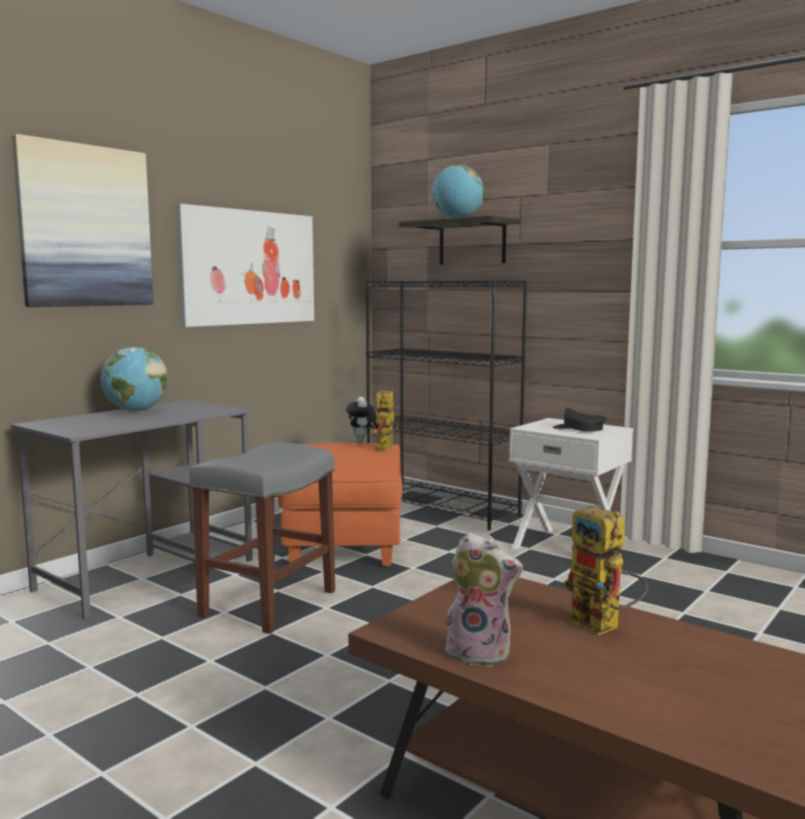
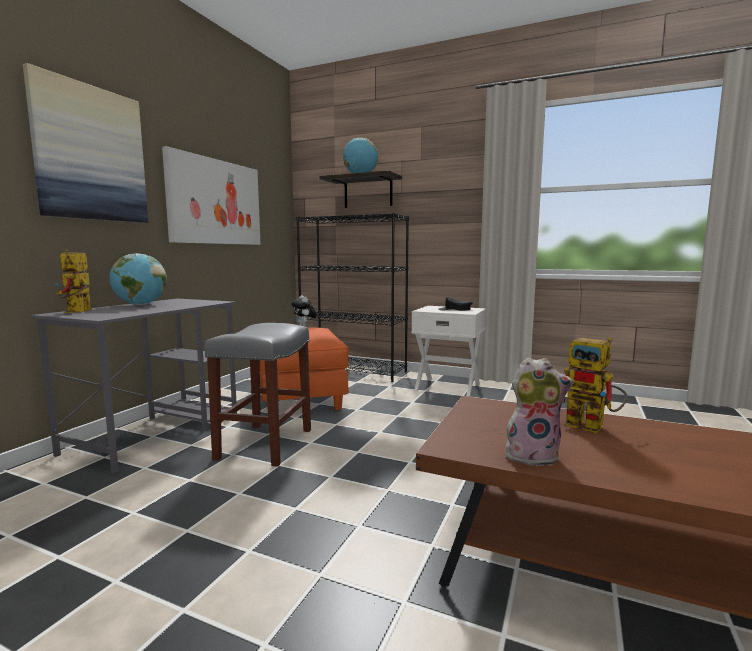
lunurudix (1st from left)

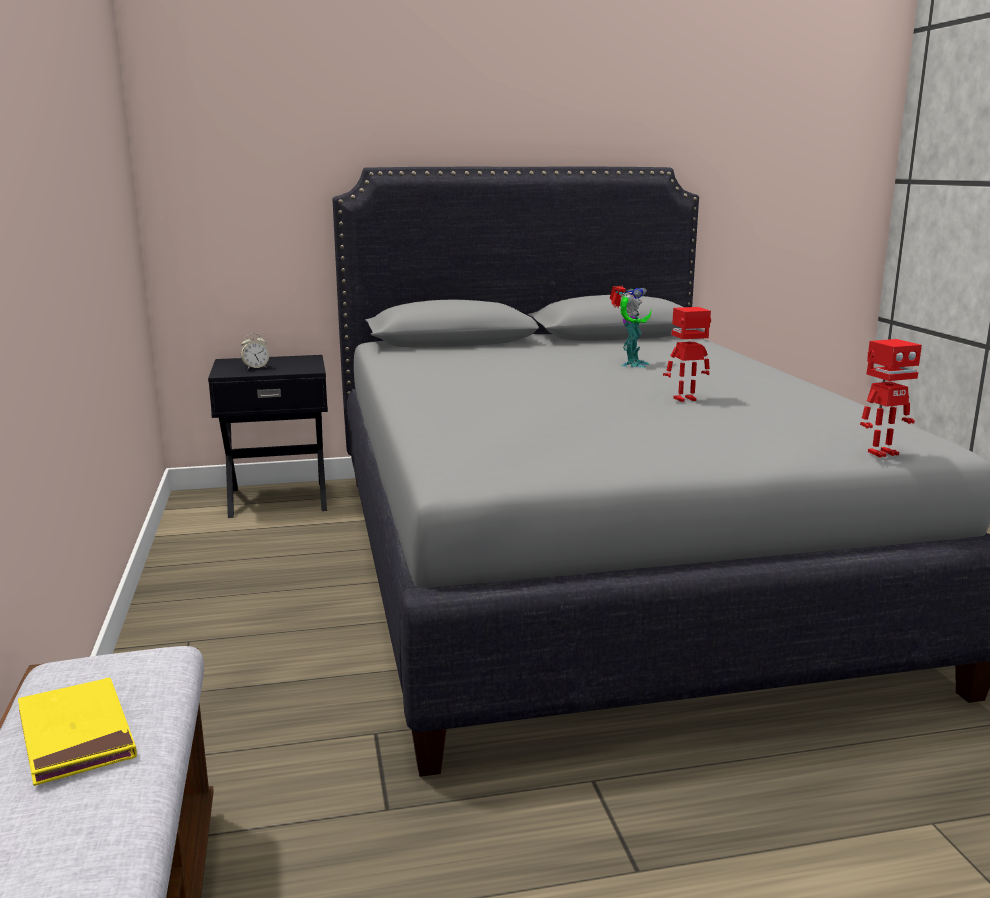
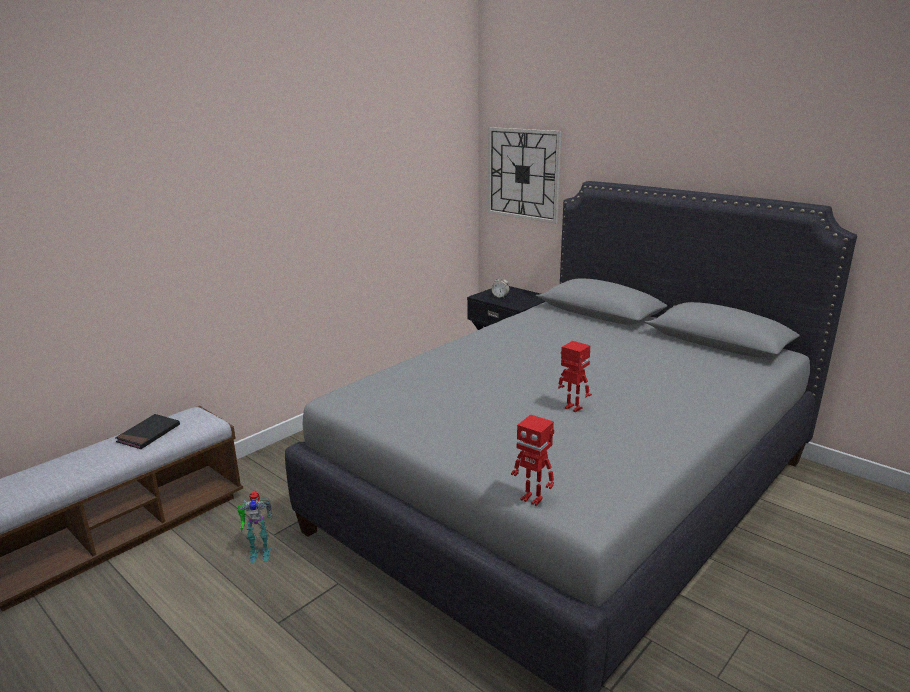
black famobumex; lunurudix (1st from left); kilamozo

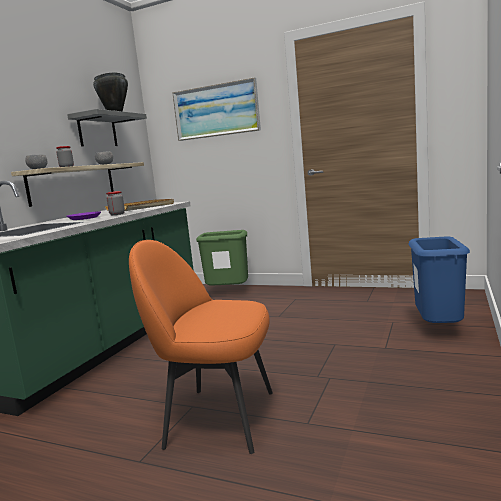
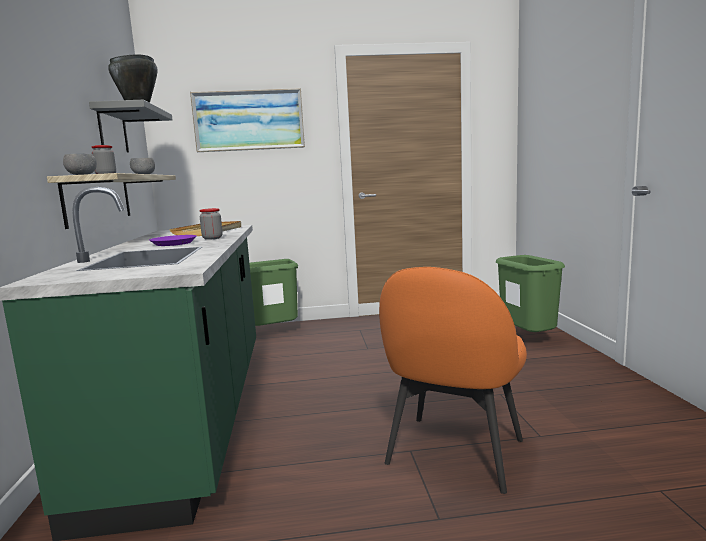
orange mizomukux; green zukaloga (2nd from left)

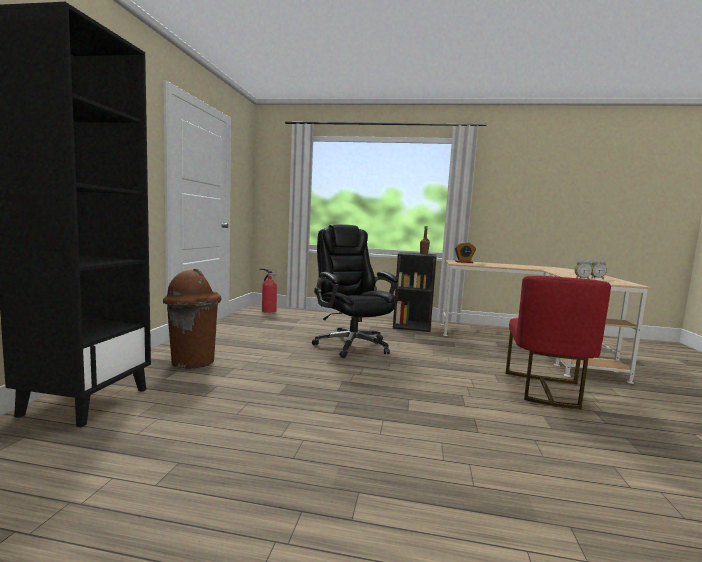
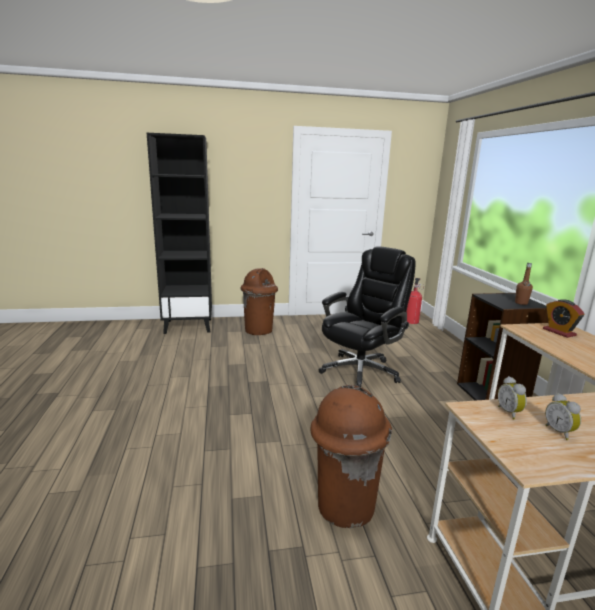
brown zukaloga (2nd from left)

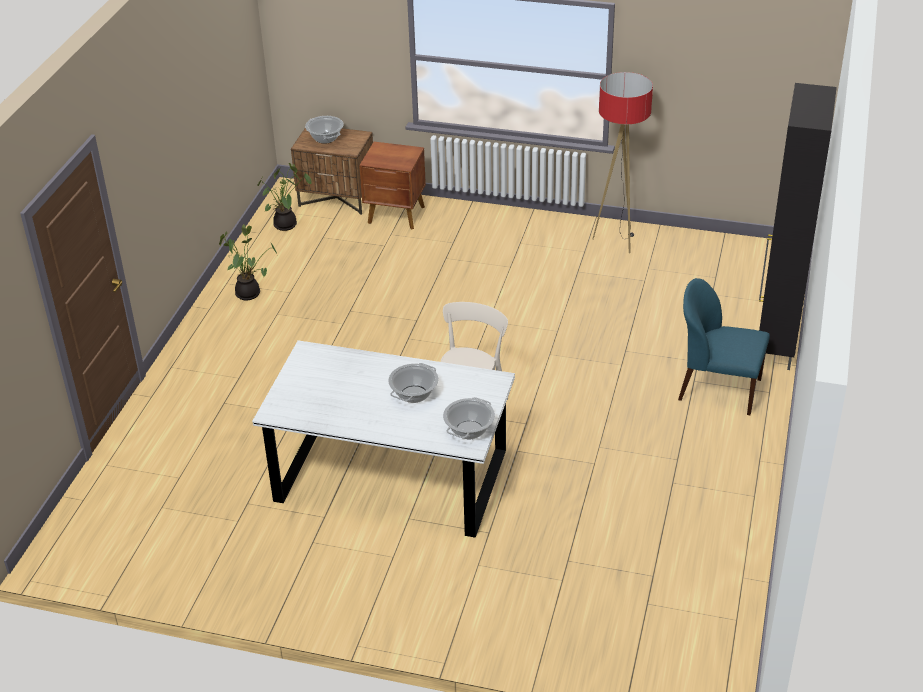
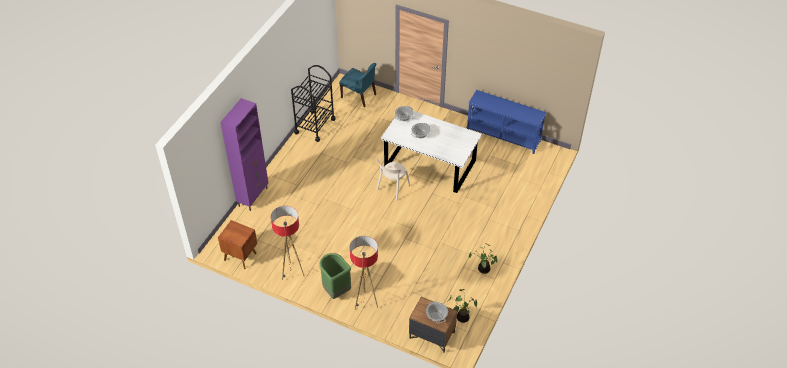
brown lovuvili (1st from left); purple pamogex; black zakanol; green zukaloga; blue mizomukux; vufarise (2nd from left); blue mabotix

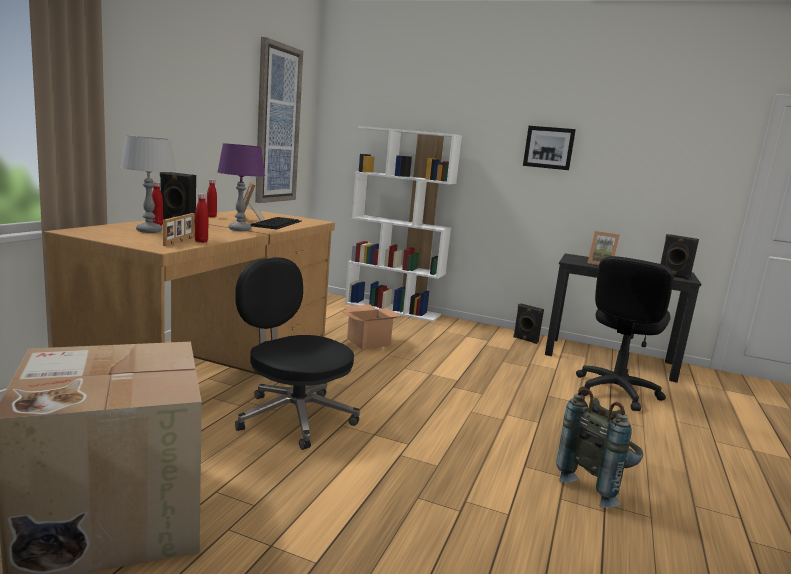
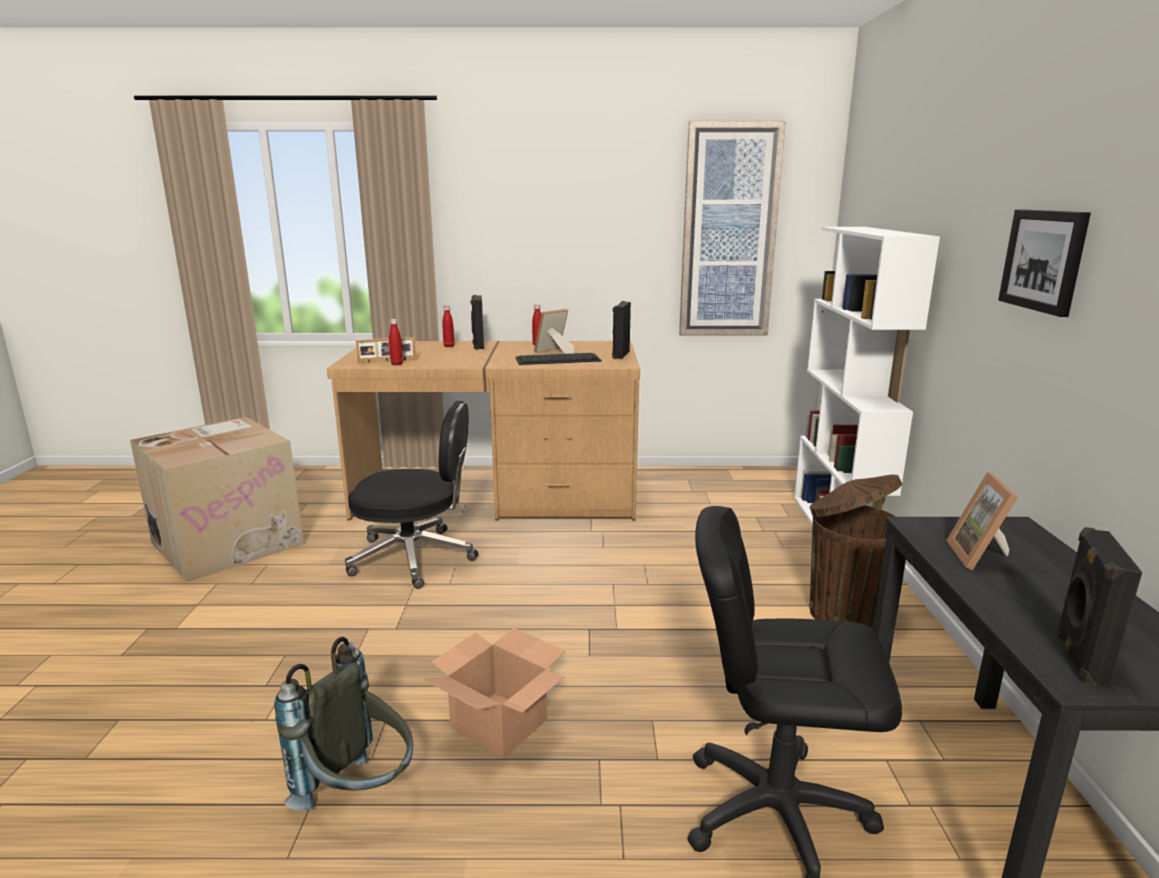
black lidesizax (1st from left); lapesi (2nd from left); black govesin (2nd from left); brown zukaloga; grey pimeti; purple pimeti

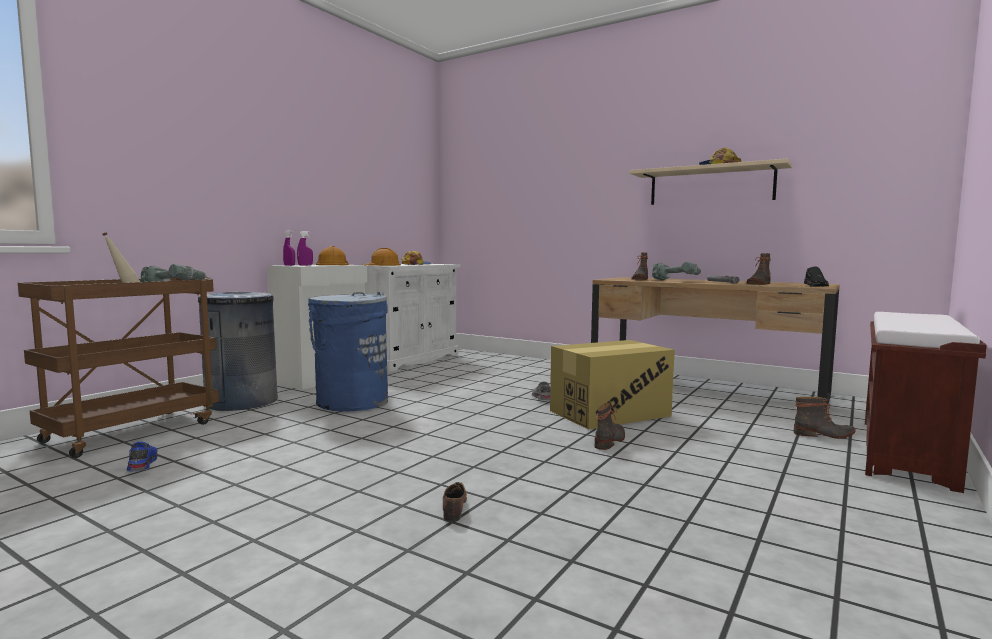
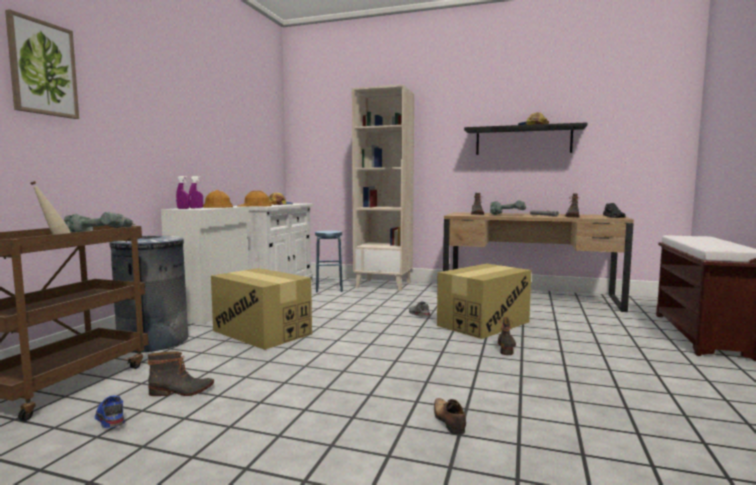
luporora; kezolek (1st from left); lapesi (1st from left); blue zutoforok; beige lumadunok; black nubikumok

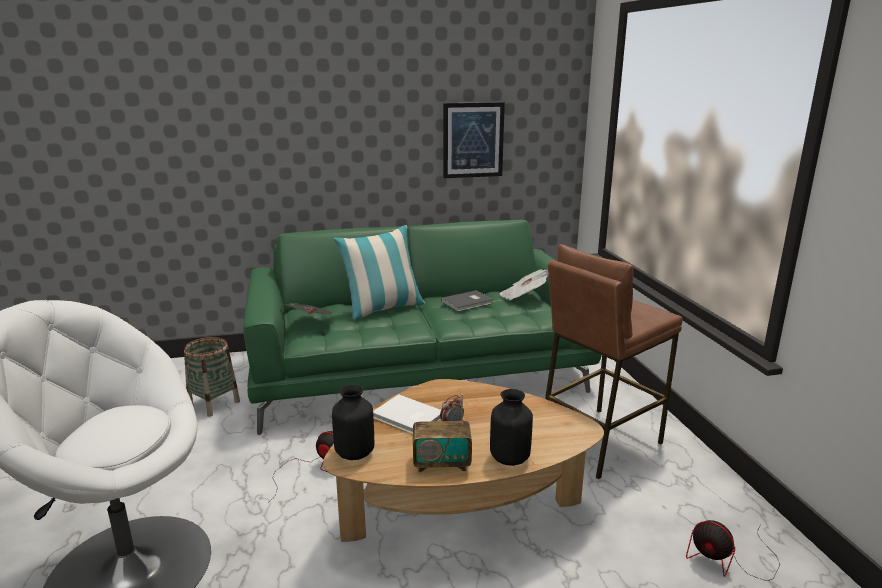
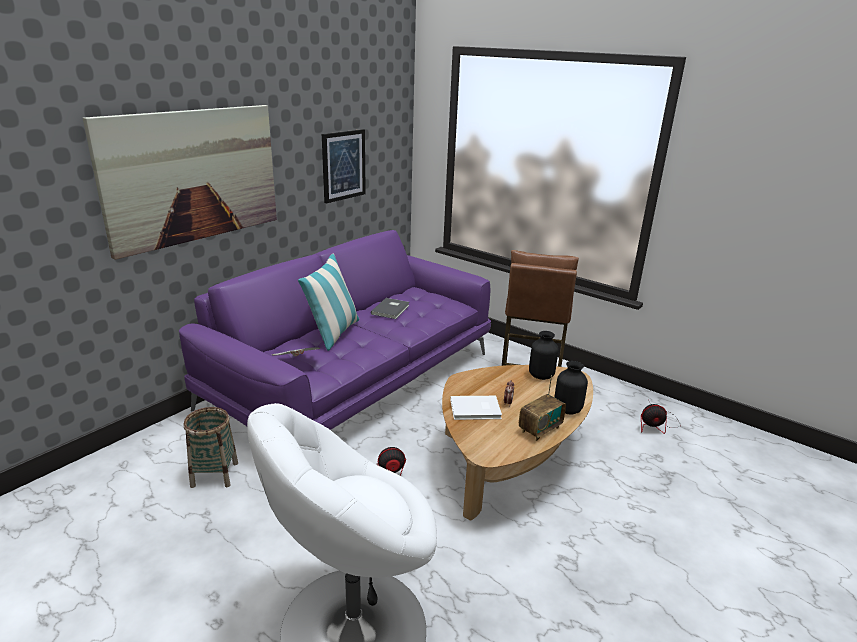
luporora (1st from left); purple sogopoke; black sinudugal (1st from left); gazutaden (2nd from left in the first image)

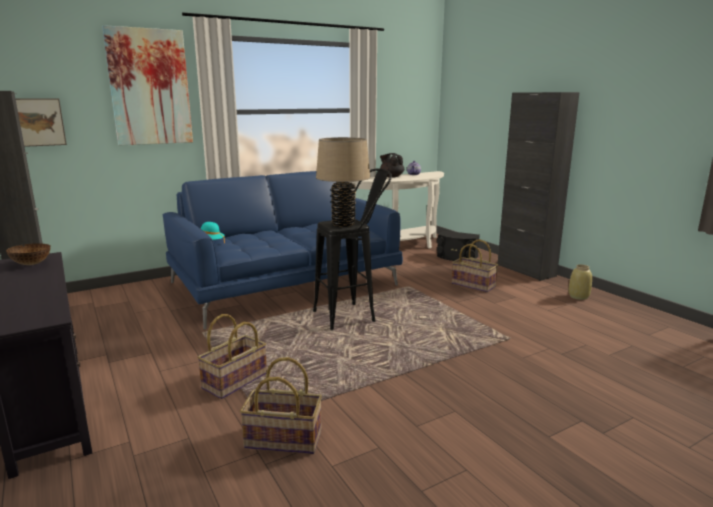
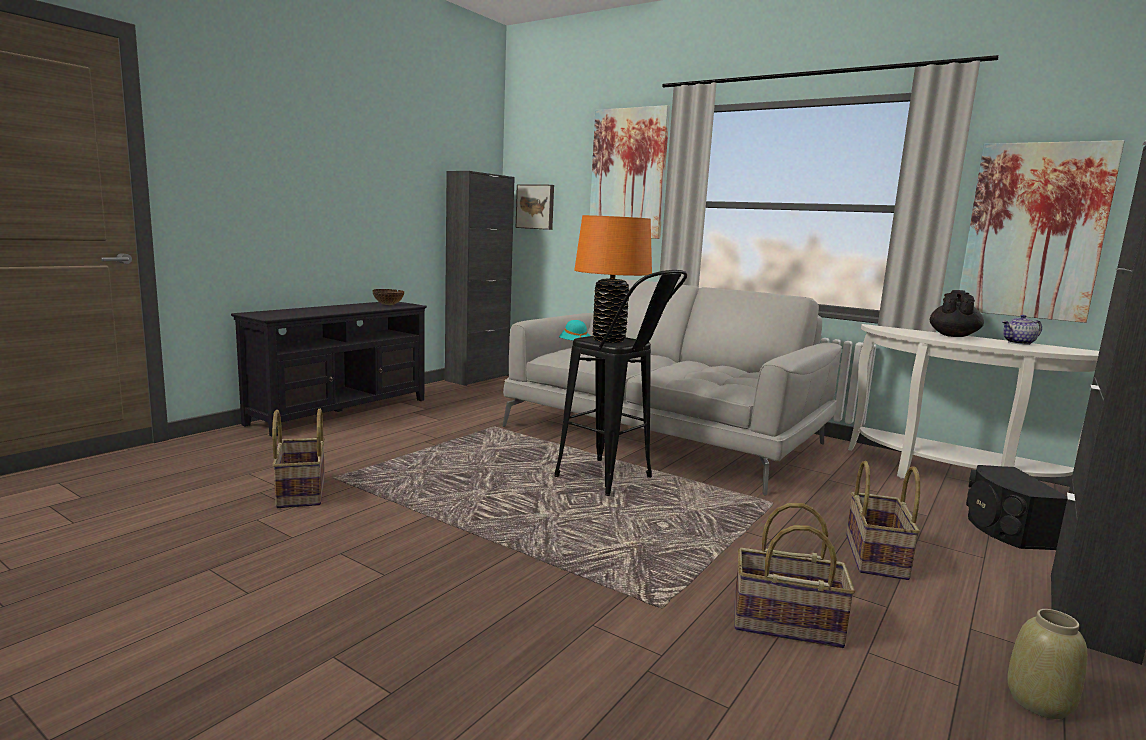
grey sogopoke; orange pimeti; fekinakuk (2nd from left); luporora (3rd from left)

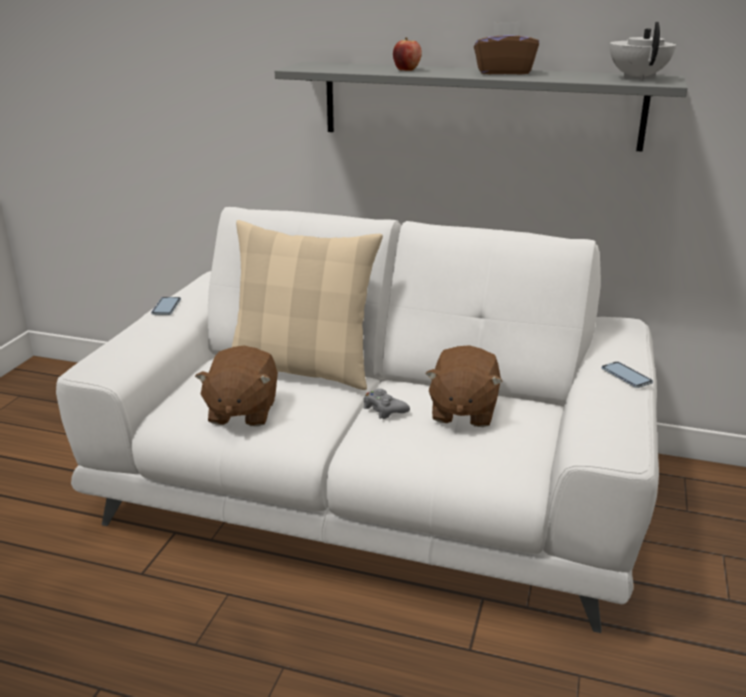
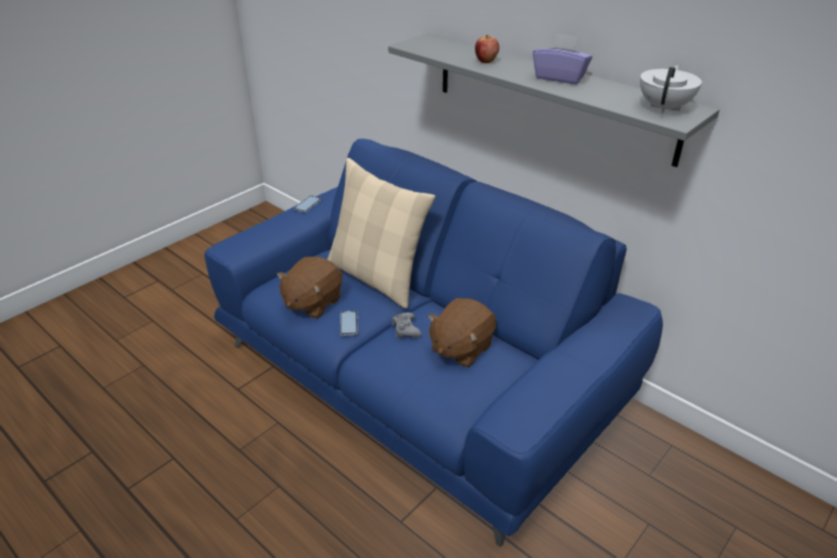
blue sogopoke; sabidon (2nd from left); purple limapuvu

